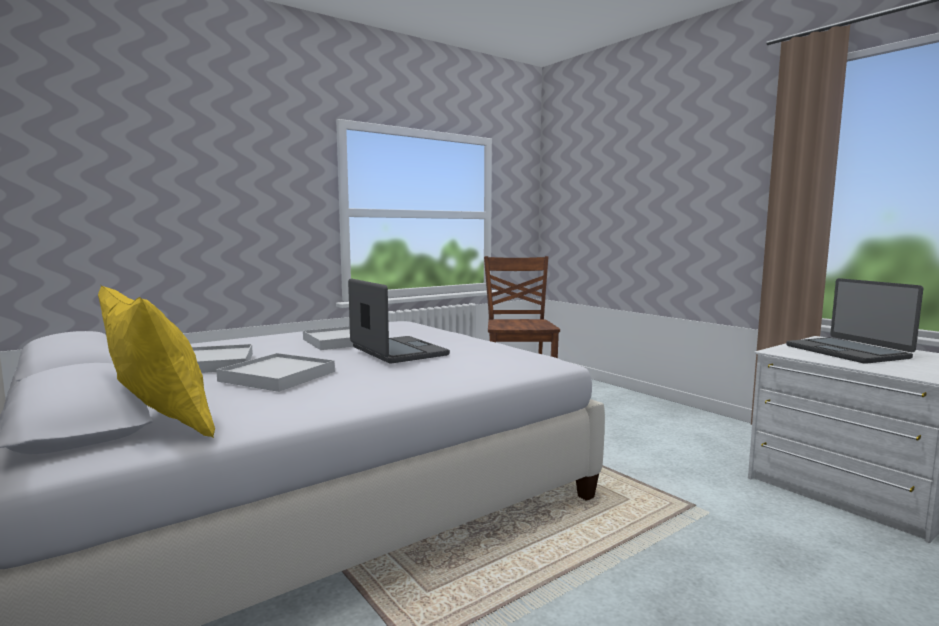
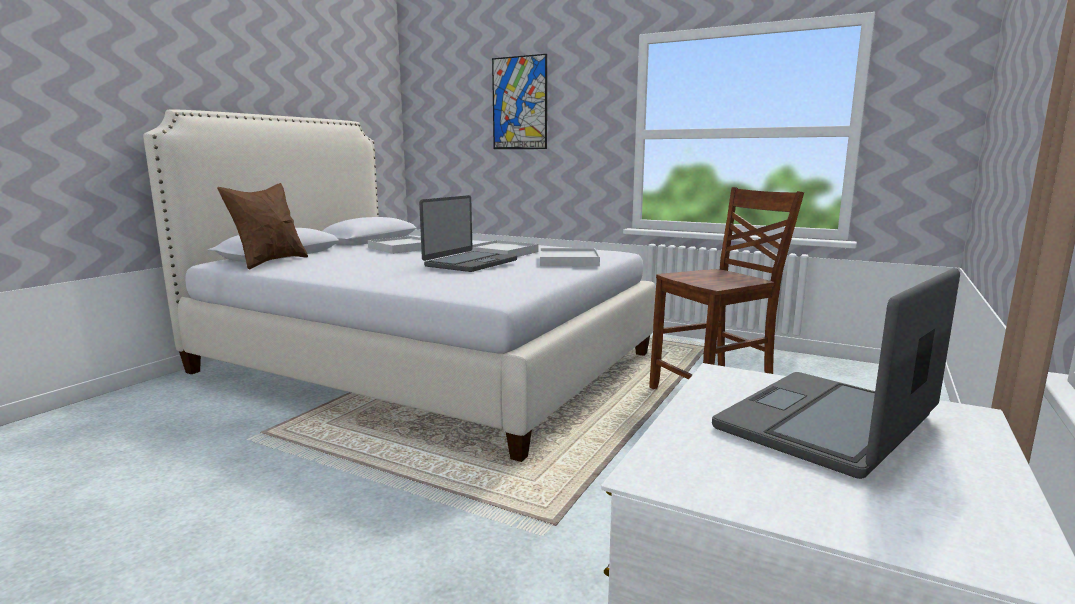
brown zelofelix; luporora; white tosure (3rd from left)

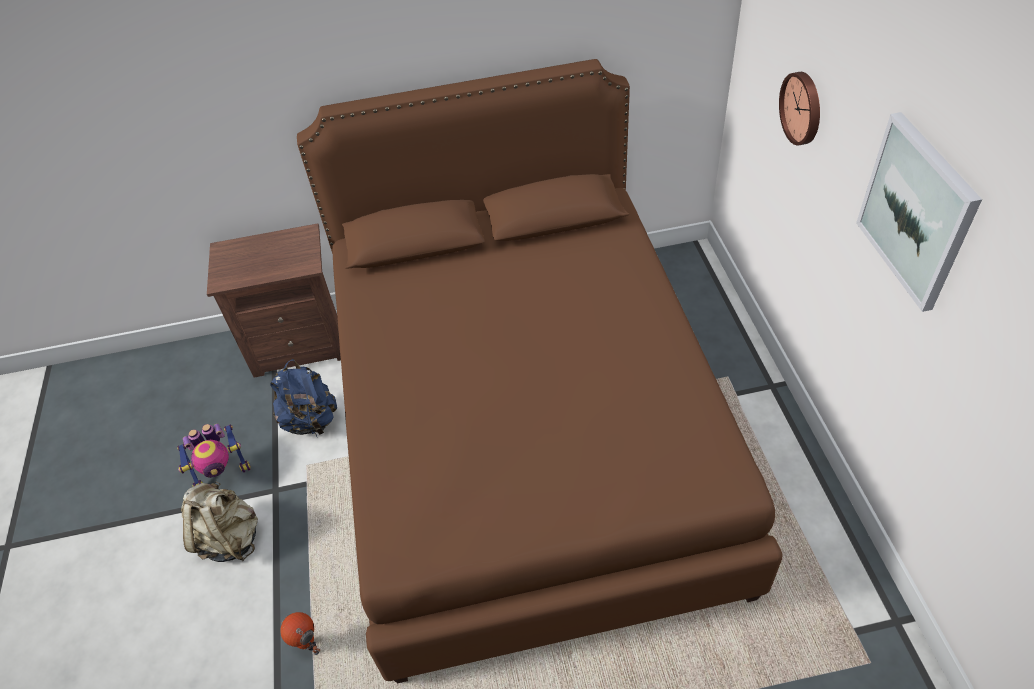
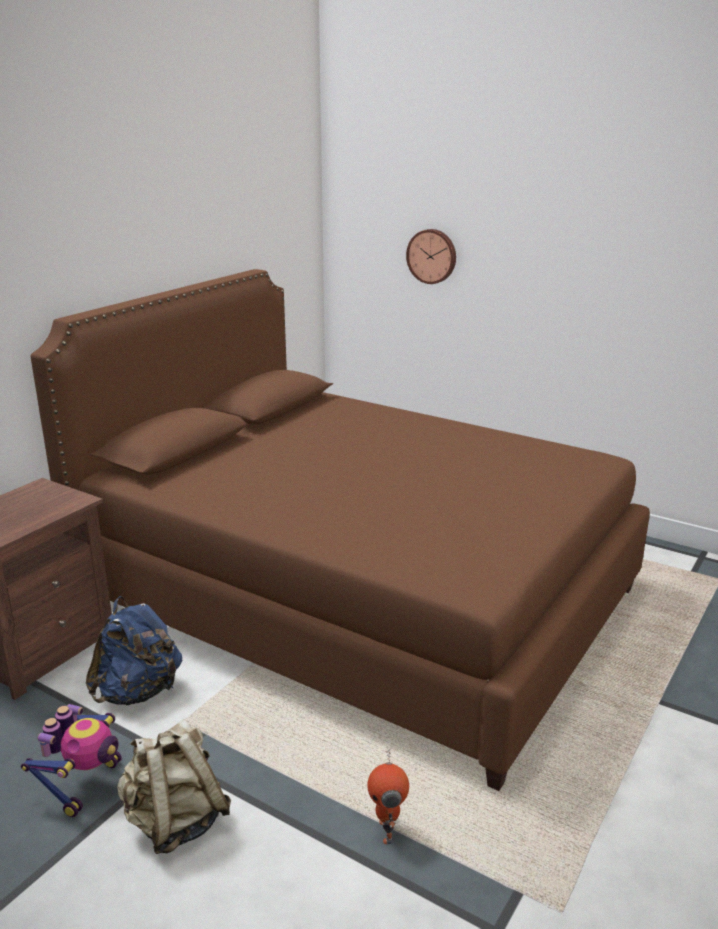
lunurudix (2nd from left); luporora

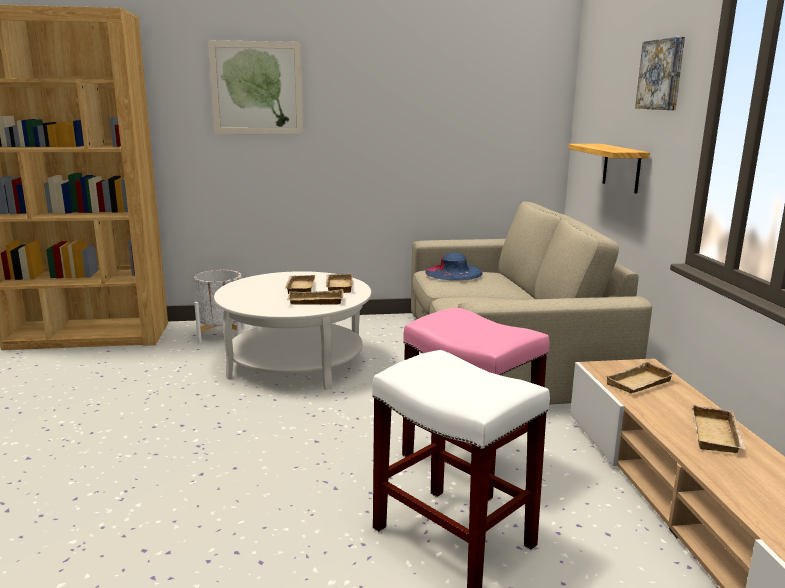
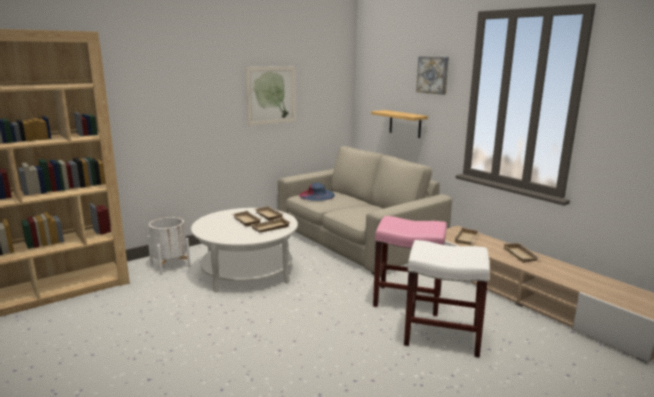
luporora (1st from left)

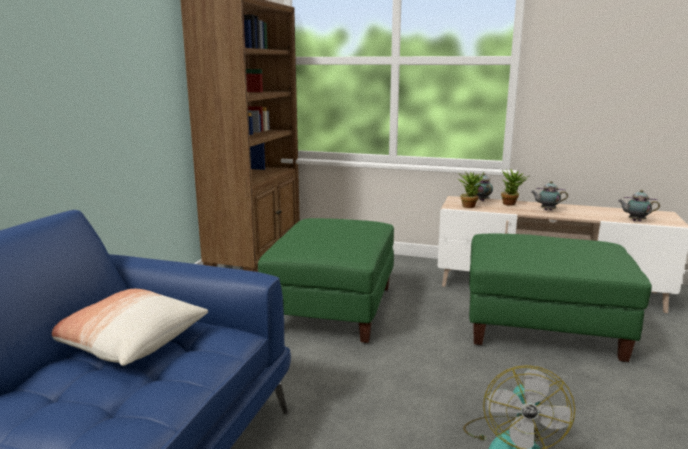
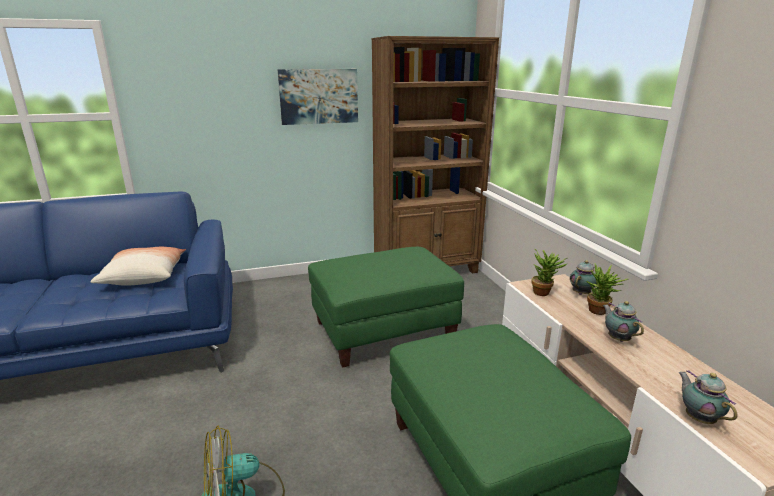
luporora

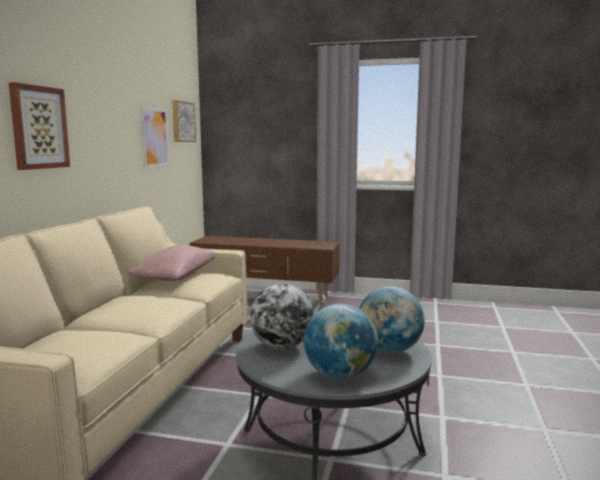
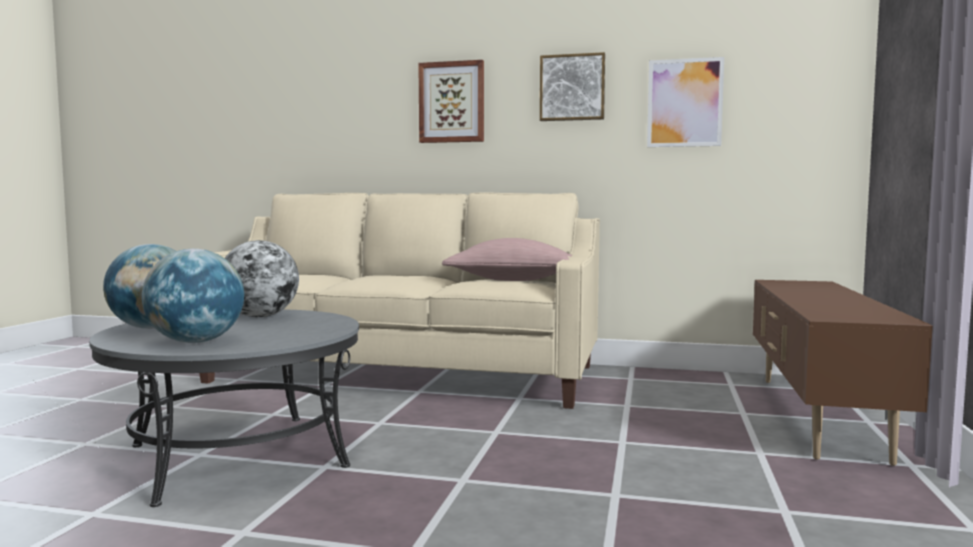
luporora (2nd from left)

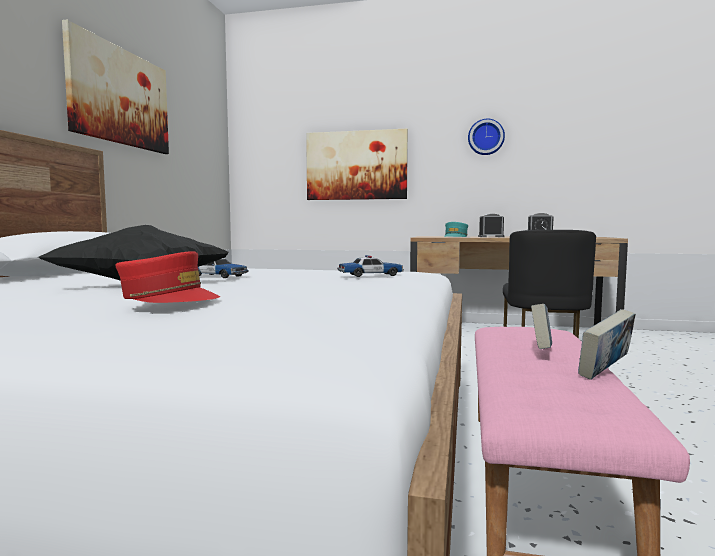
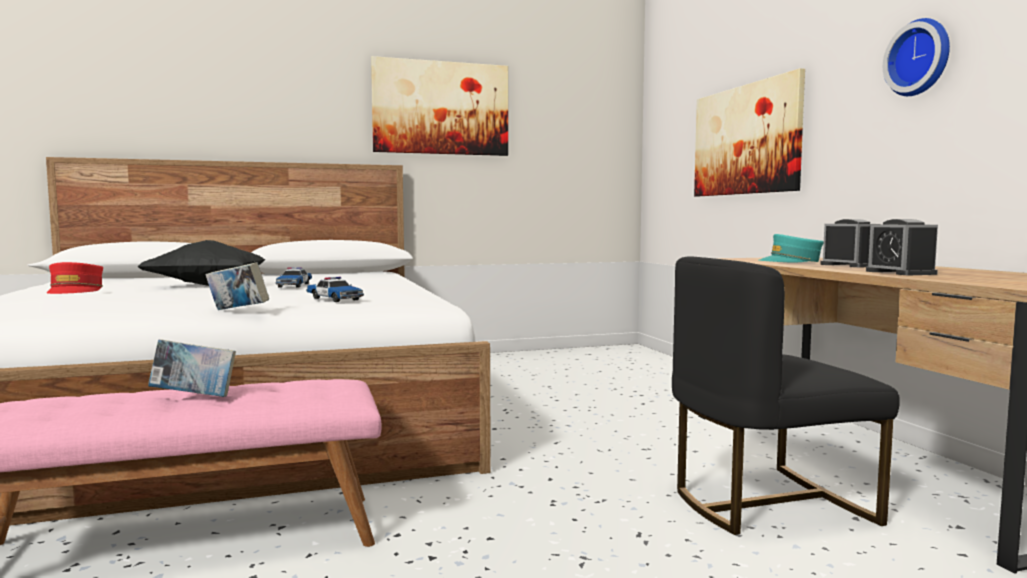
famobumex (2nd from left)

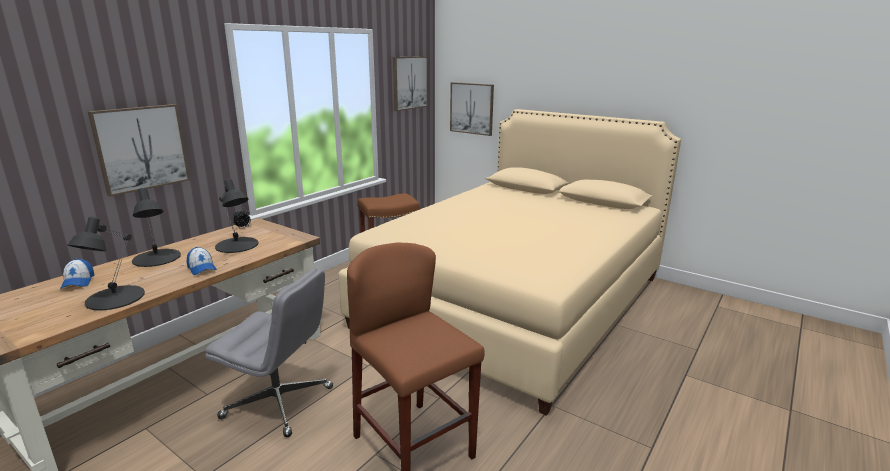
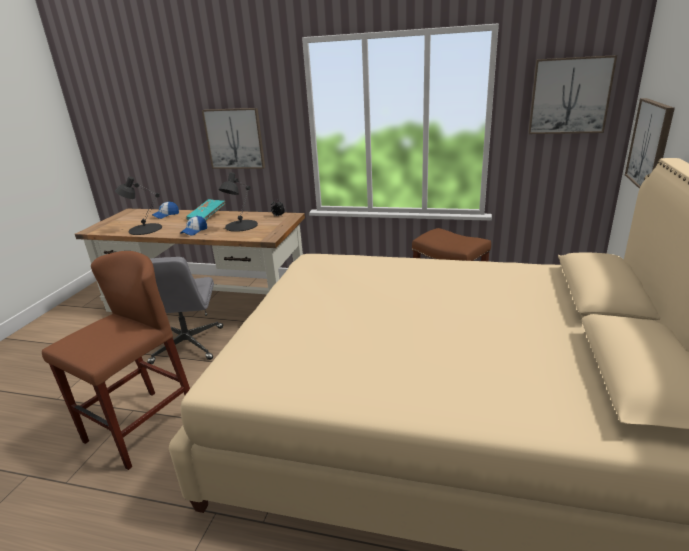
turquoise famobumex

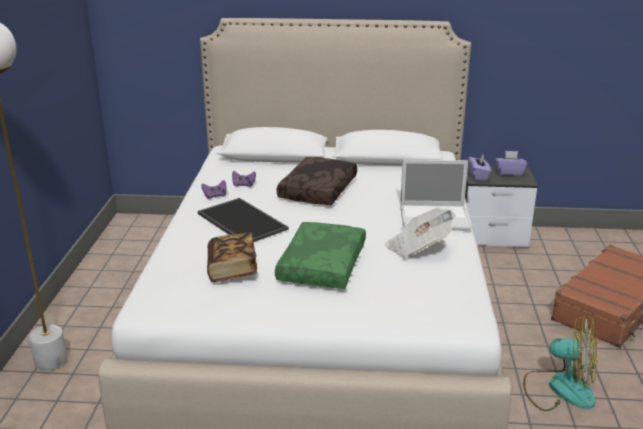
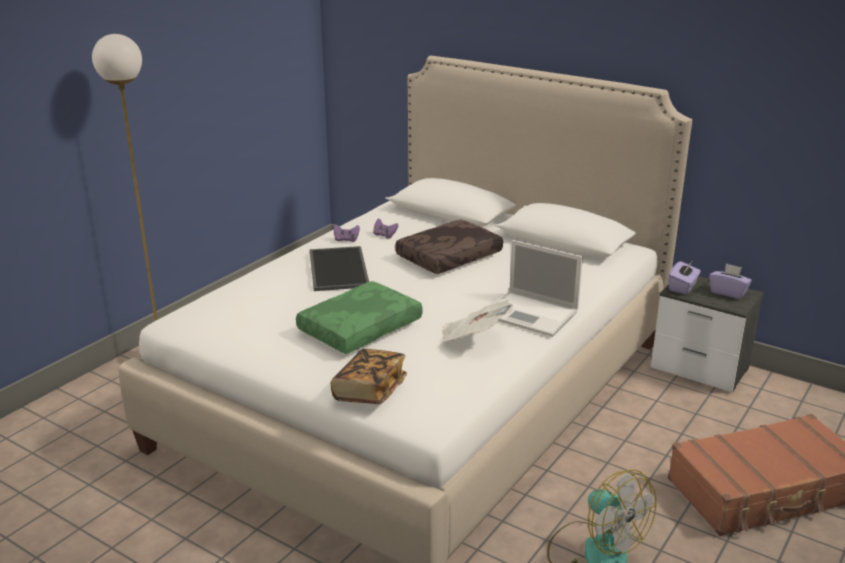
famobumex

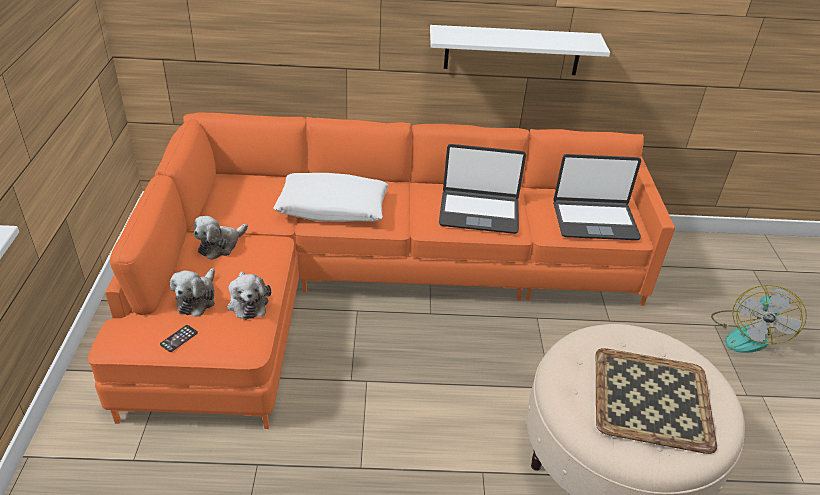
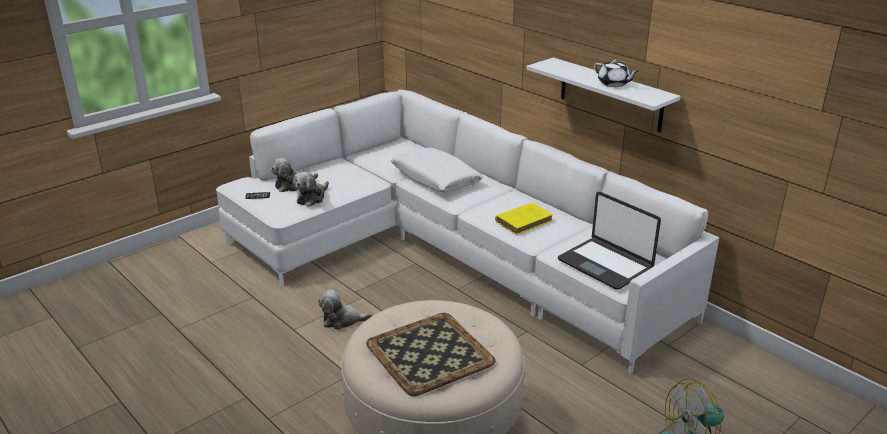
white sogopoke; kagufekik (3rd from left); yellow famobumex; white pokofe

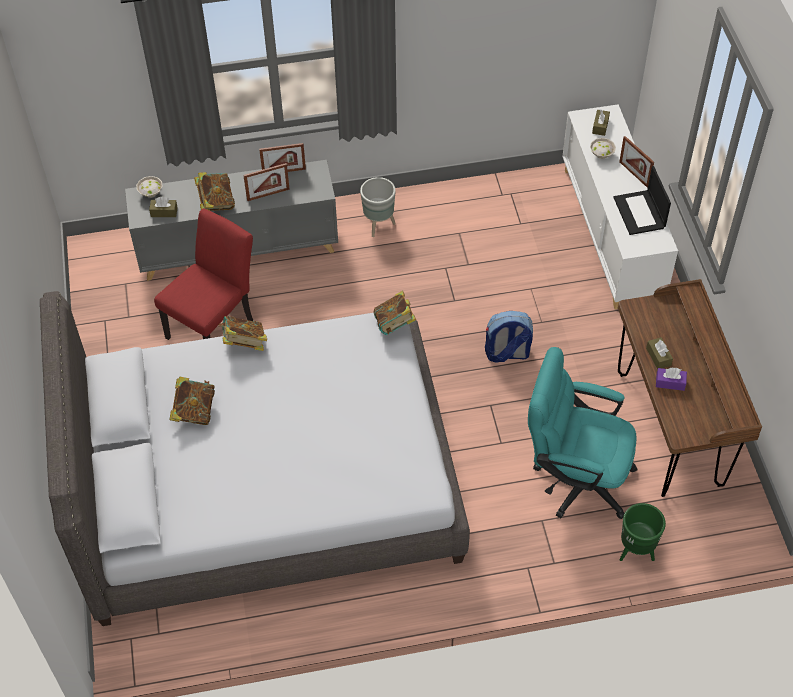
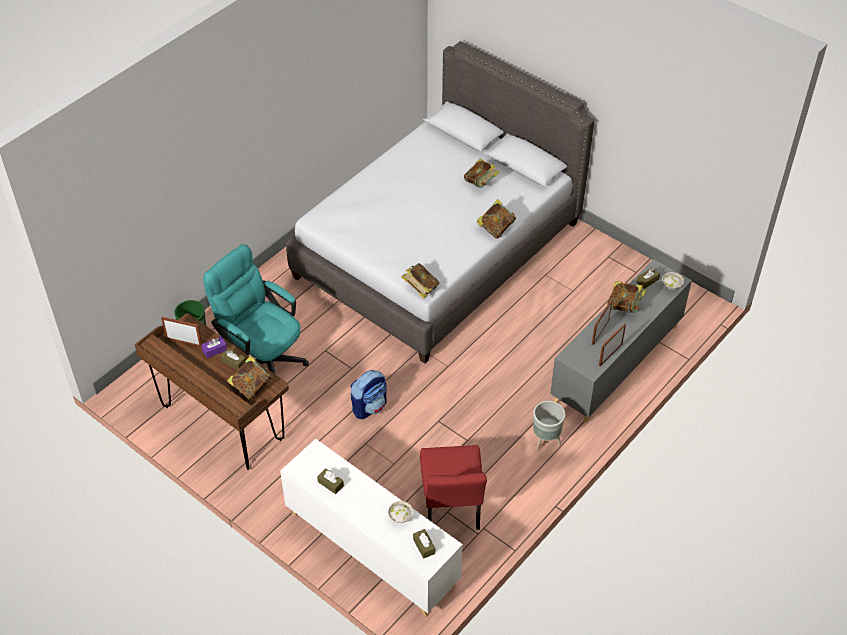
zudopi (1st from left); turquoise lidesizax; famobumex (1st from left); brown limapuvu (2nd from left); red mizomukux

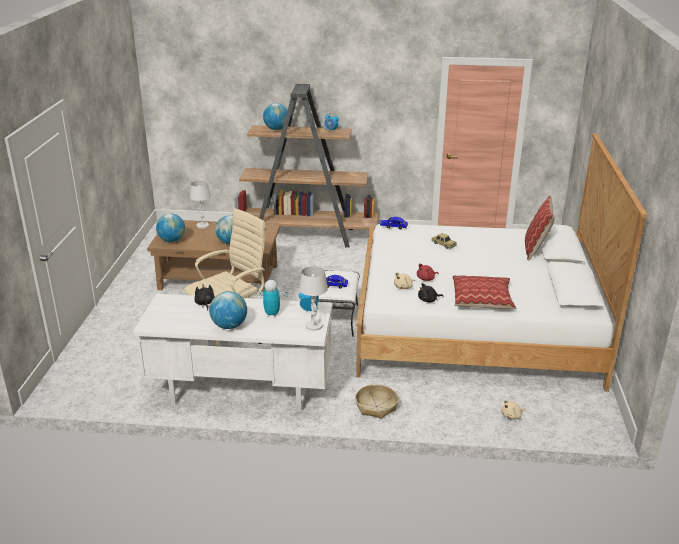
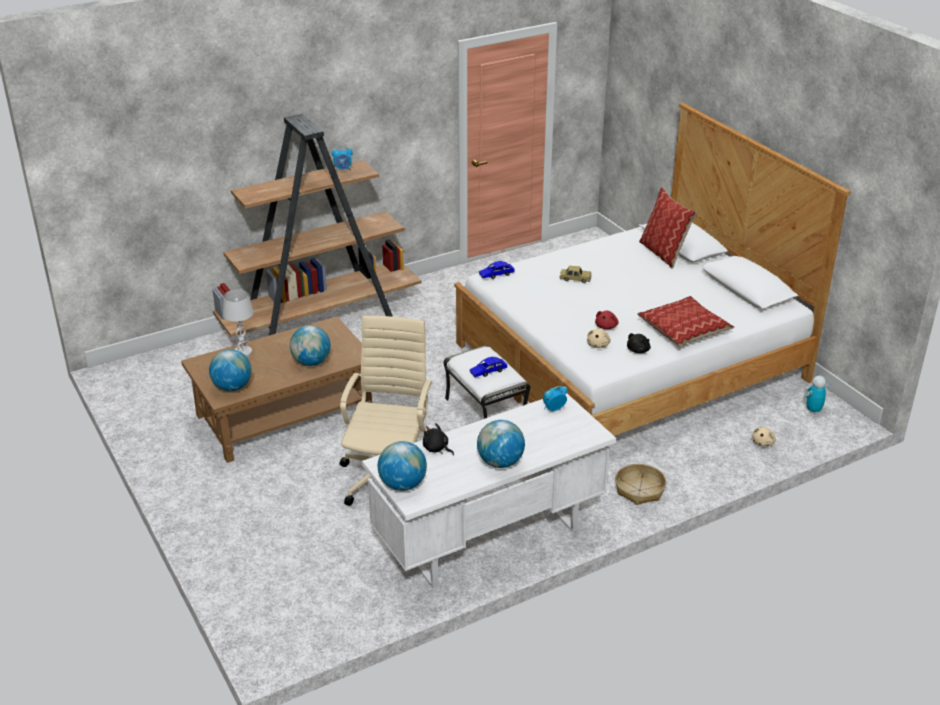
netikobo (3rd from left); lunurudix; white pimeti (2nd from left in the first image)

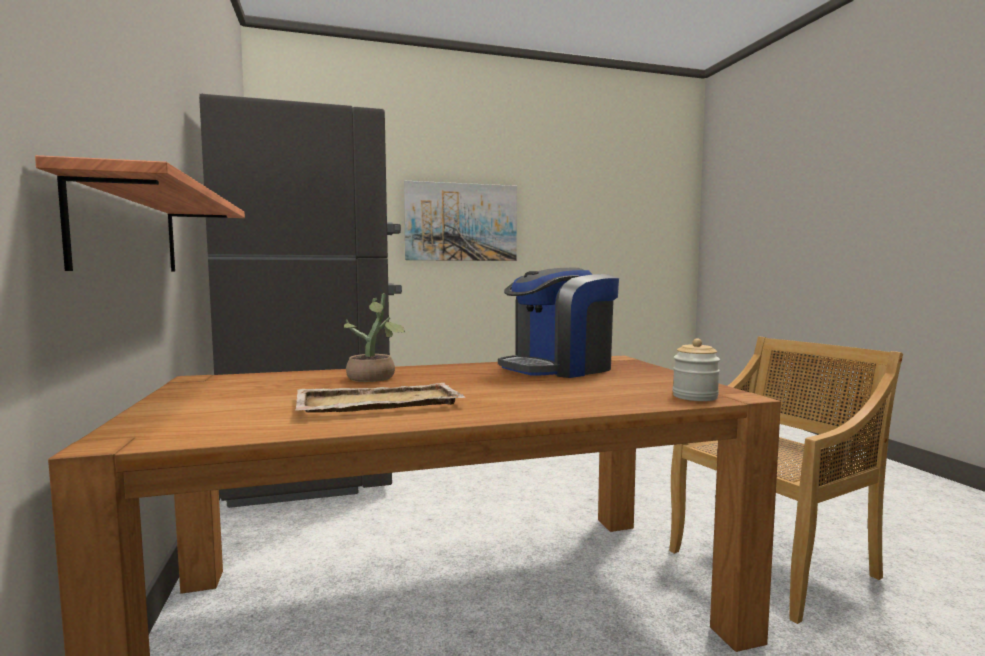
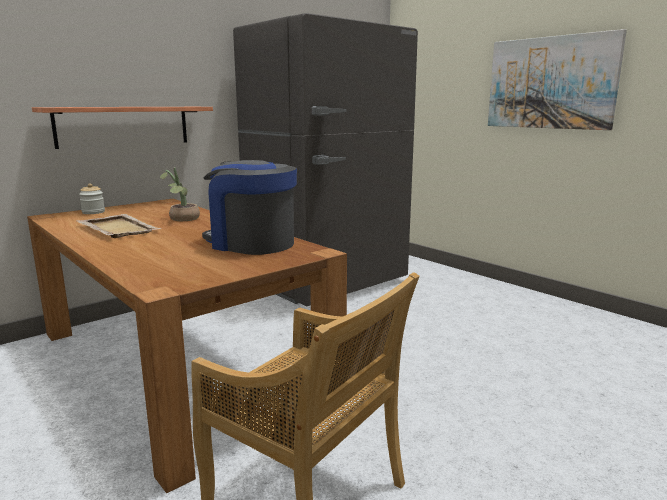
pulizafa

